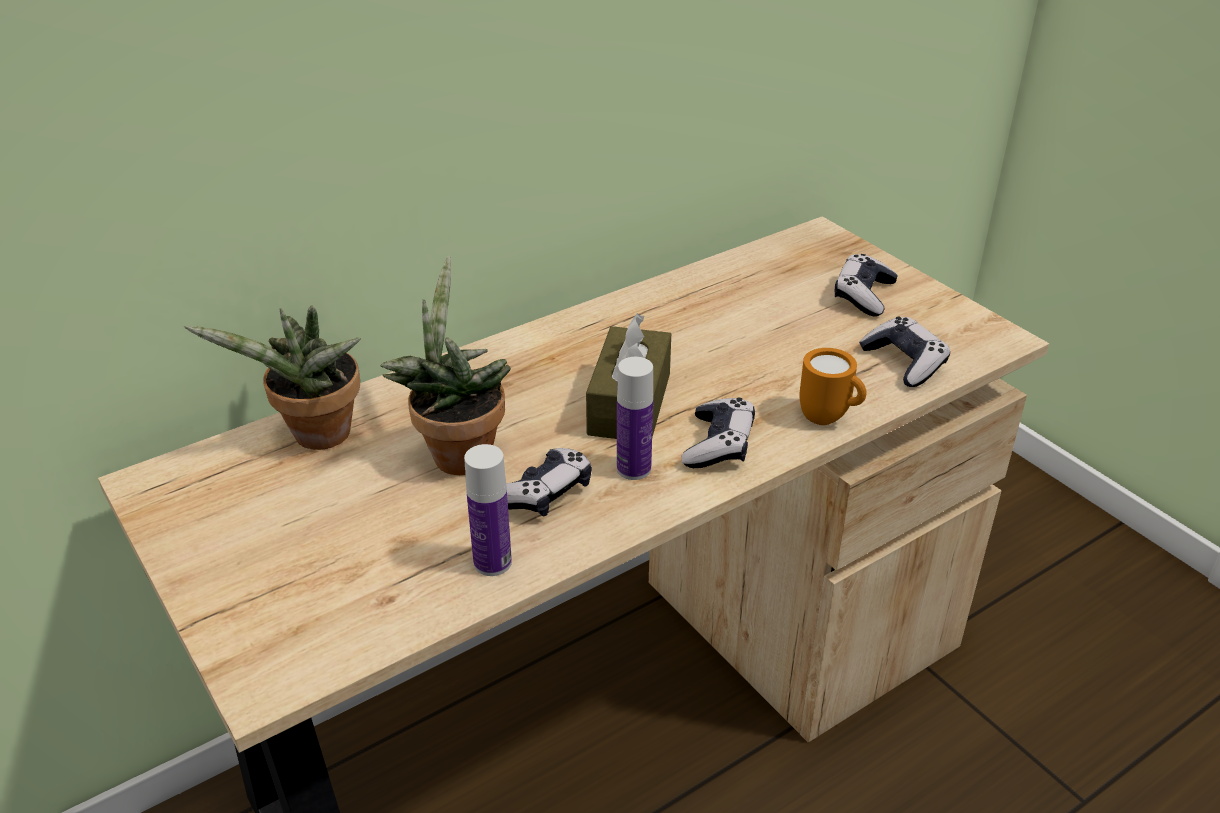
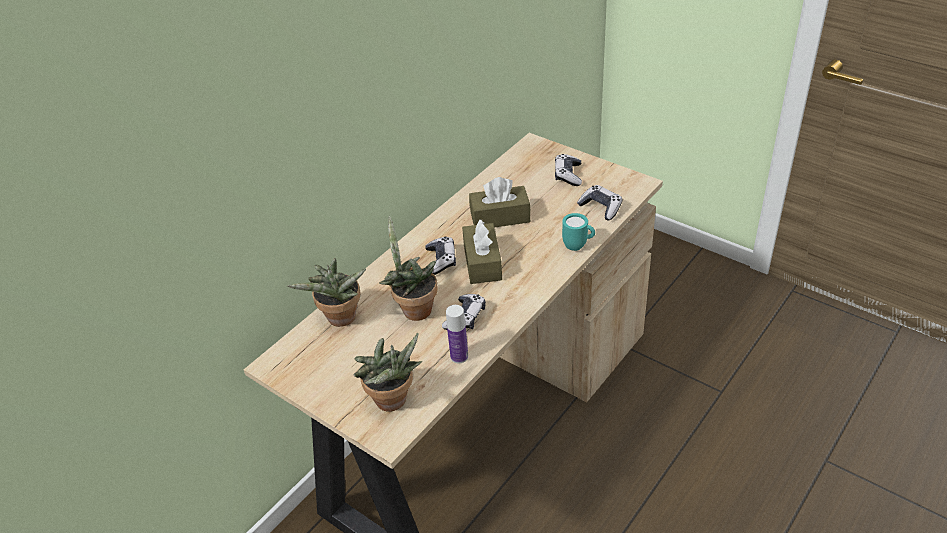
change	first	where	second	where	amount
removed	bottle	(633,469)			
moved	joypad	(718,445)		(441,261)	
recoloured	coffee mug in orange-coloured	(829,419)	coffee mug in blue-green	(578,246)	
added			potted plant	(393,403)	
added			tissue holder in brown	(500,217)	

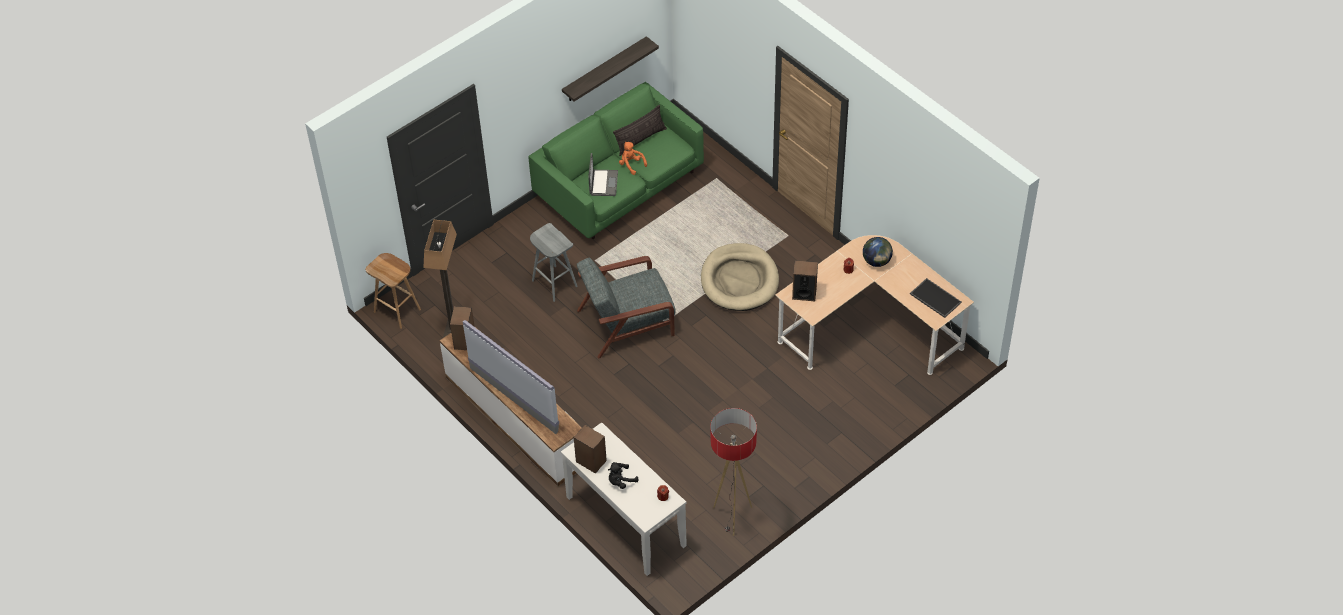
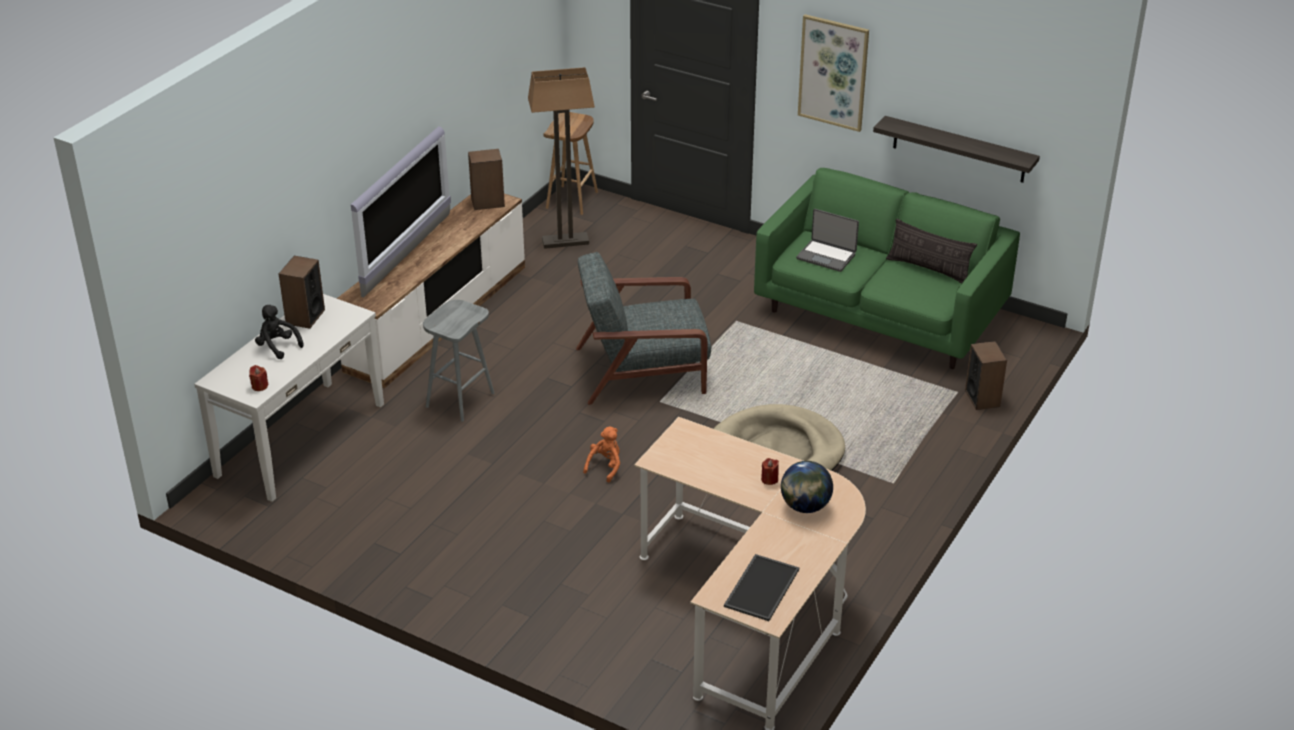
change	first	where	second	where	amount
moved	sitting stool in gray	(553,283)		(460,399)	
turned	armchair in gray	(627,322)		(643,370)	60 degrees counterclockwise
turned	laptop	(603,183)		(826,256)	45 degrees clockwise
moved	cuddly toy in orange-coloured	(631,164)		(605,467)	
removed	standing lamp	(732,517)			
moved	speaker	(804,293)		(982,398)	
added			wall picture	(833,72)	

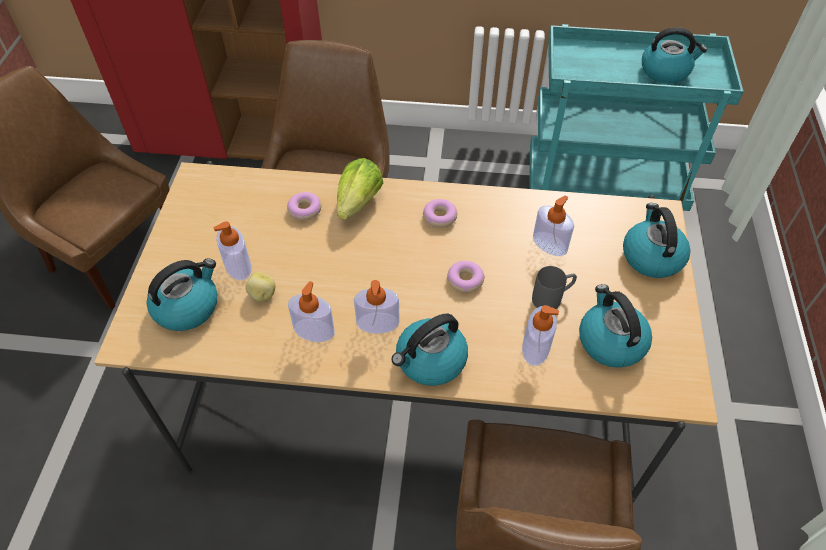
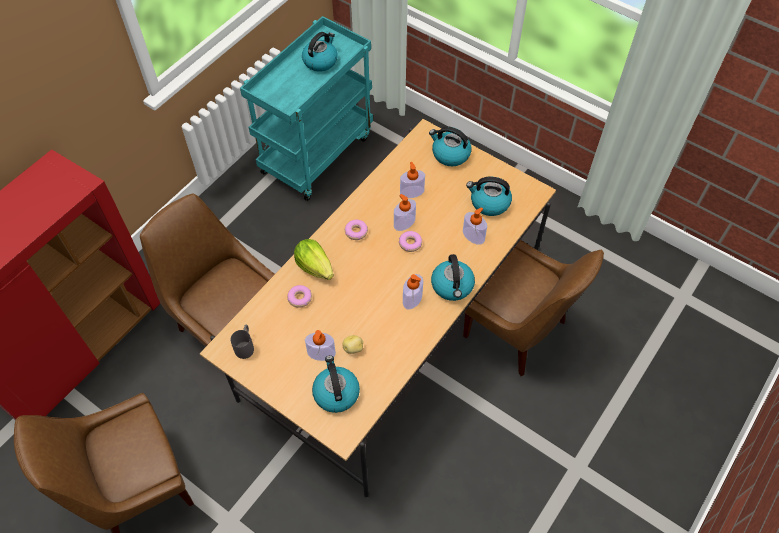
change	first	where	second	where	amount
moved	liquid soap bottle	(314,330)		(404,222)	
moved	coffee mug in gray	(552,298)		(245,346)	

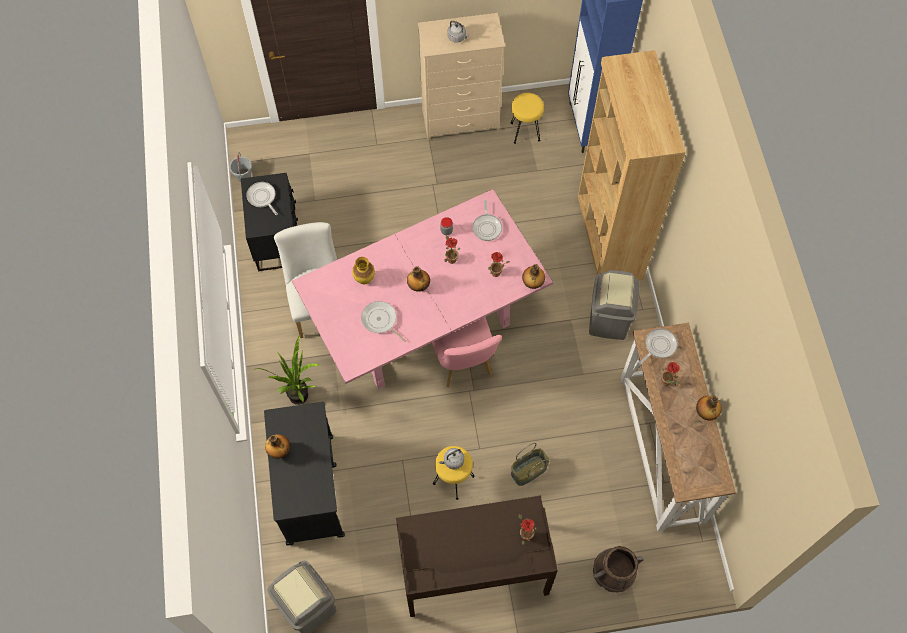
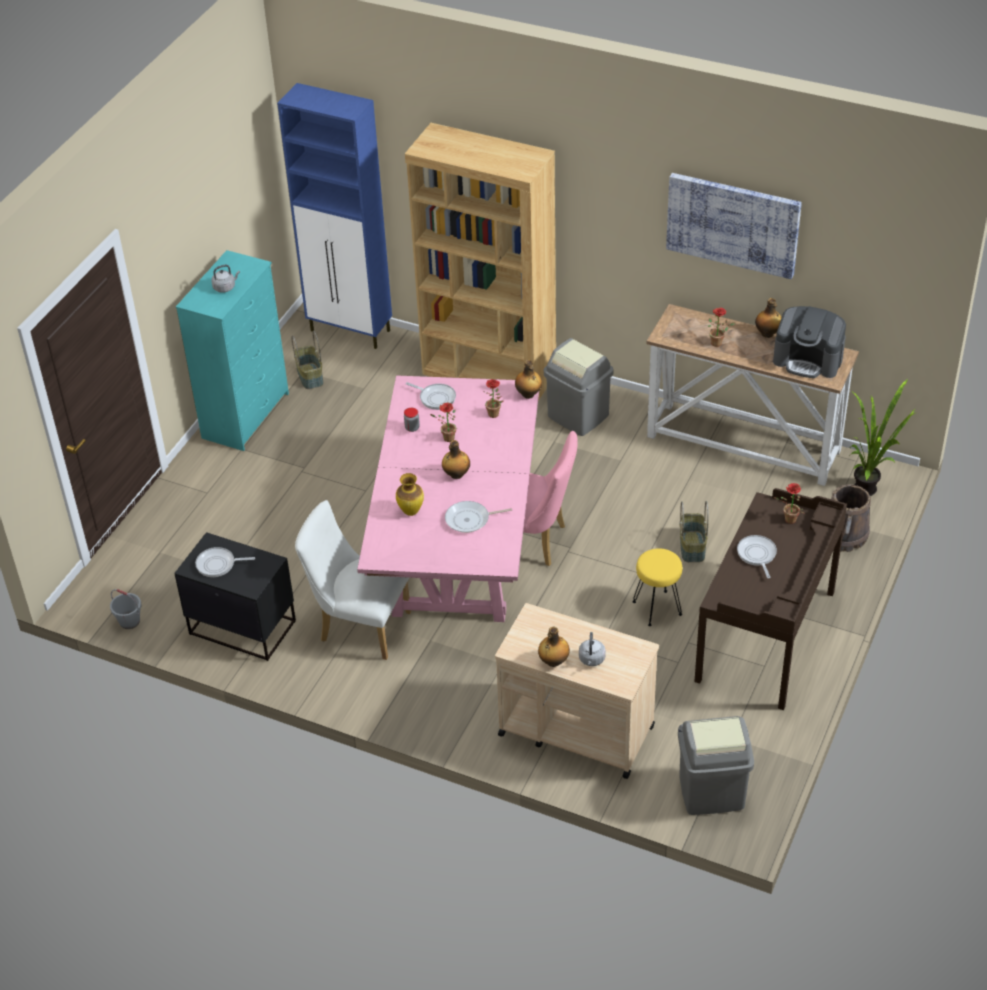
change	first	where	second	where	amount
moved	potted plant	(302,399)		(870,488)	
recoloured	wheeled cart in blackish	(310,488)	wheeled cart in beige	(575,730)	
recoloured	chest of drawers in beige	(461,120)	chest of drawers in blue-green	(247,415)	
moved	tea kettle in gray	(452,461)		(591,660)	
replaced	sitting stool in yellow-coloured	(525,132)	household basket	(310,376)	
moved	frying pan	(658,346)		(757,555)	
added			wall picture	(733,223)	
added			coffee brewer	(808,359)	

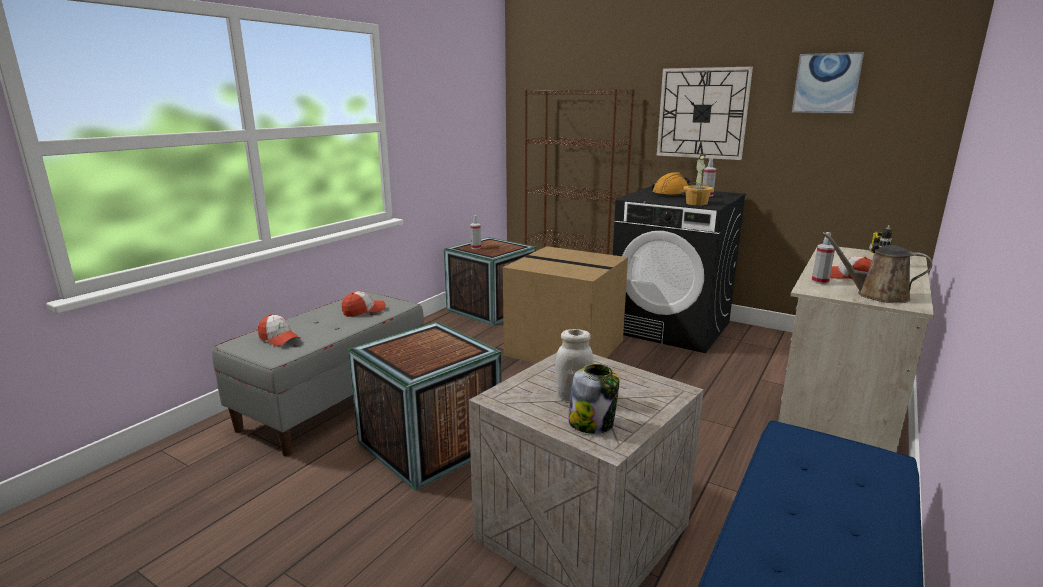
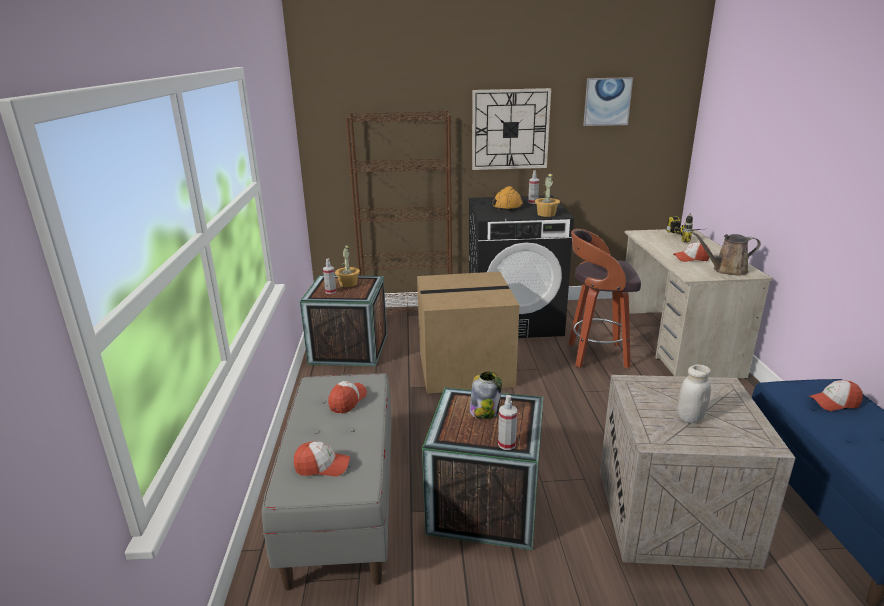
change	first	where	second	where	amount
moved	preserve jar	(592,423)		(484,411)	
moved	hand sprayer	(820,281)		(506,444)	
added			potted plant	(348,283)	
added			sitting stool	(595,356)	
added			baseball cap	(834,403)	

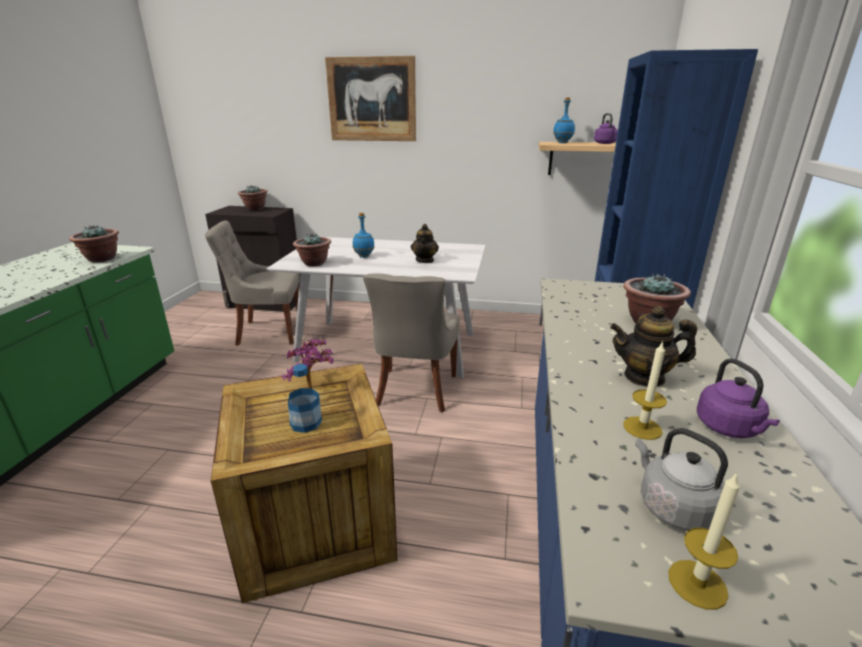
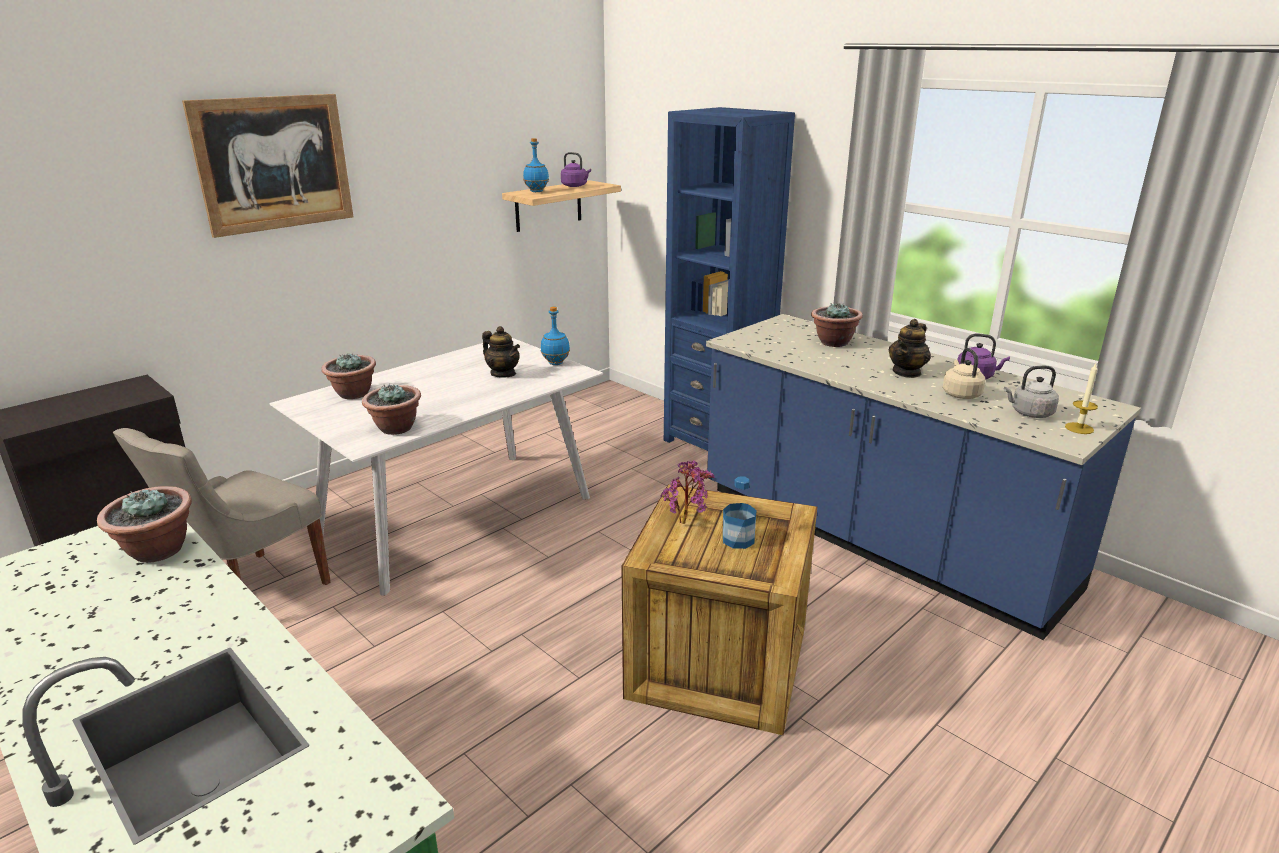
change	first	where	second	where	amount
moved	potted plant	(255,209)		(353,394)	
moved	bottle in blue-coloured	(364,256)		(555,363)	
removed	chair in gray	(415,391)			
replaced	wax light	(642,428)	tea kettle in beige	(960,394)	

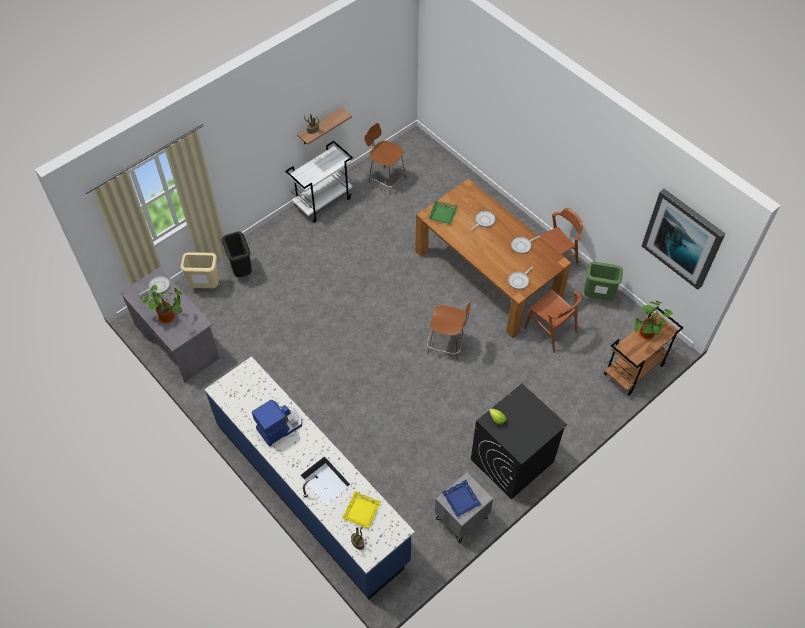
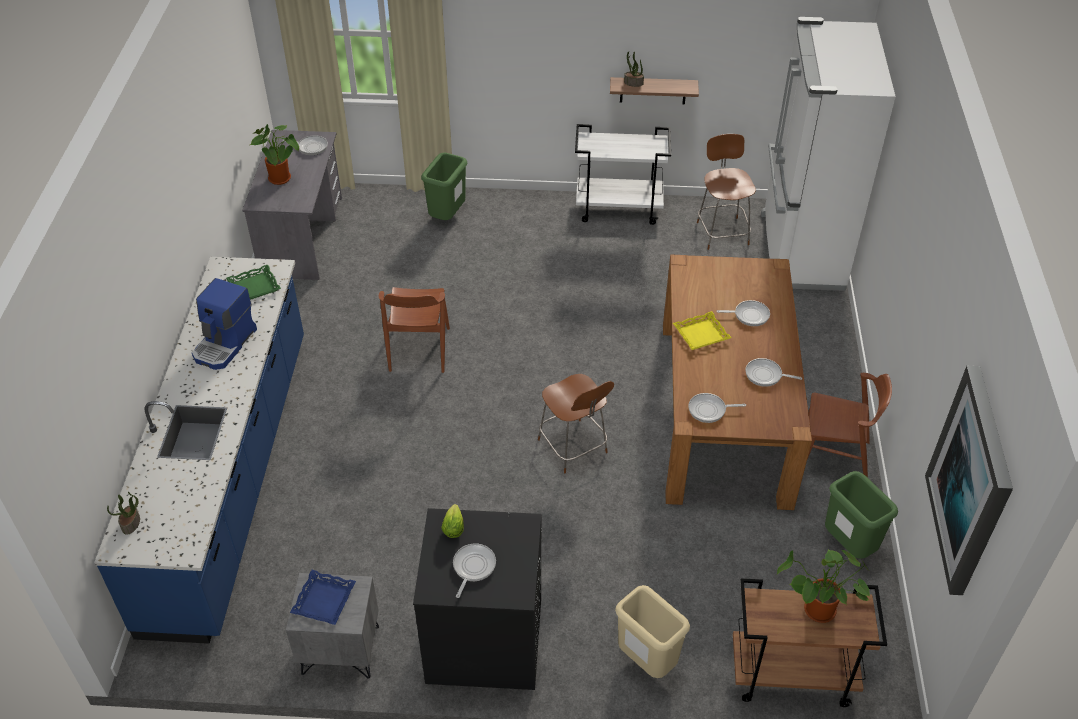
change	first	where	second	where	amount
moved	waste bin in beige	(205,287)		(645,661)	
recoloured	waste bin in blackish	(241,271)	waste bin in green	(447,216)	
turned	coffee brewer	(279,426)		(225,344)	105 degrees clockwise
moved	serving tray in yellow-coloured	(361,511)		(701,334)	
moved	serving tray in green	(442,214)		(254,287)	
moved	chair in brown	(550,330)		(419,349)	
added			frying pan	(473,567)	
added			refrigerator in whitish	(799,251)	

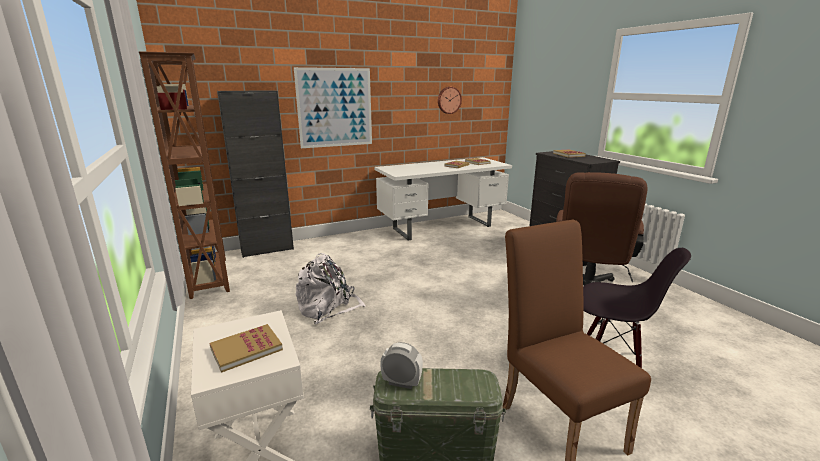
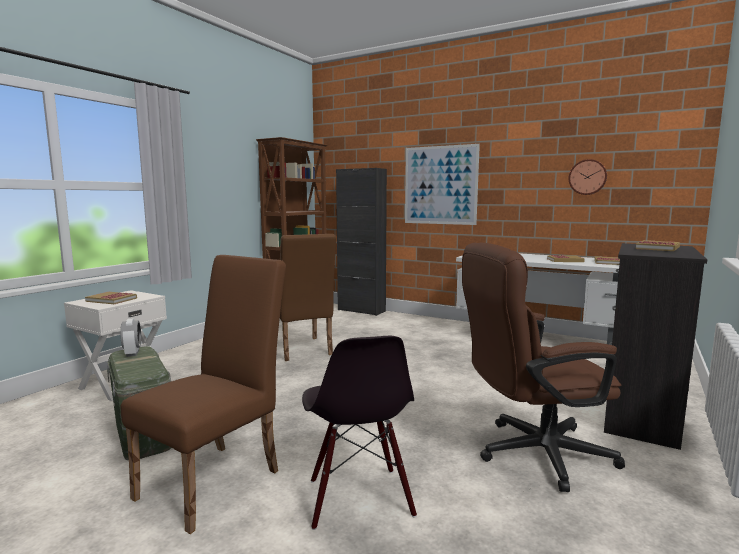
change	first	where	second	where	amount
replaced	backpack in whitish	(328,308)	chair in brown	(302,350)	

